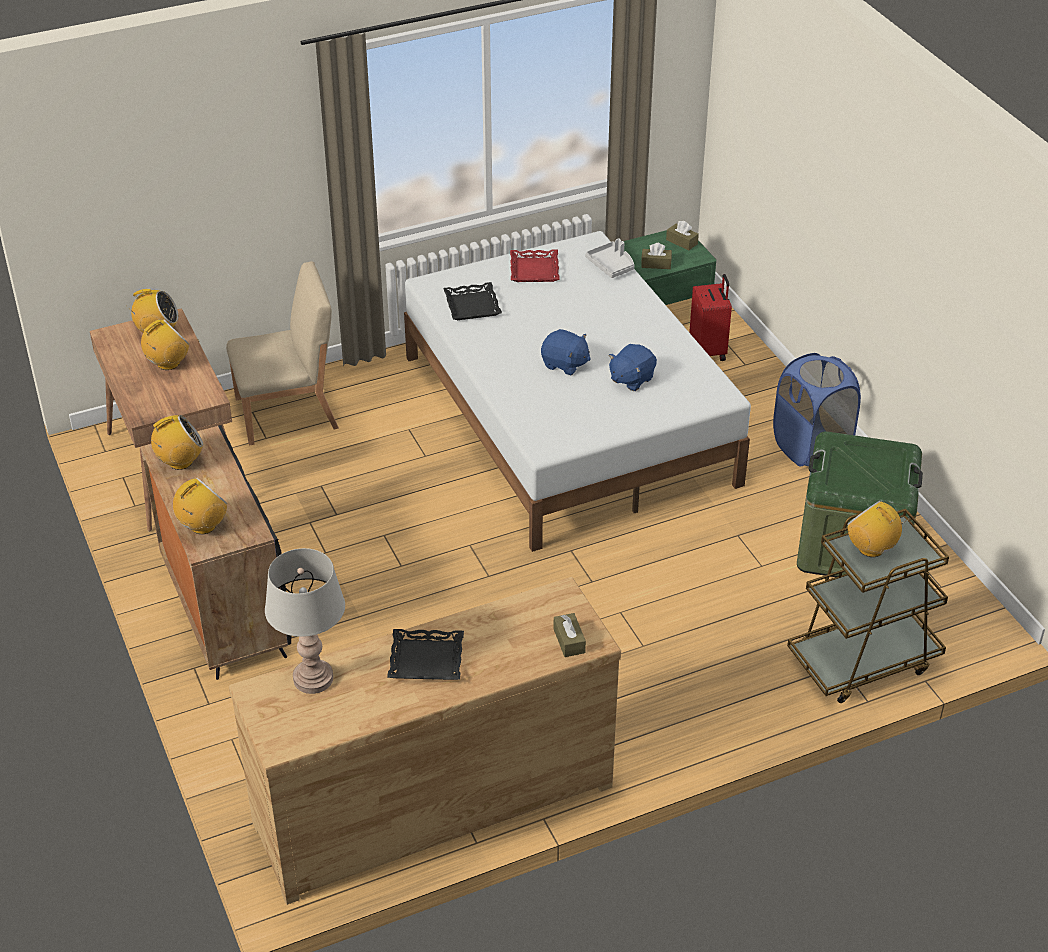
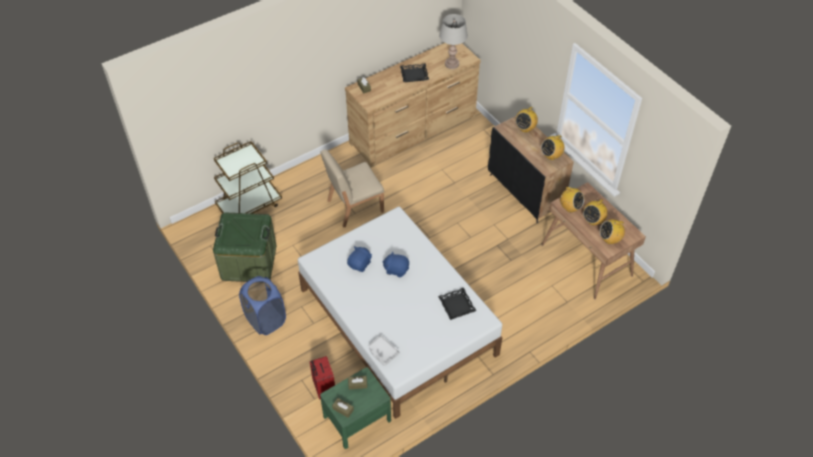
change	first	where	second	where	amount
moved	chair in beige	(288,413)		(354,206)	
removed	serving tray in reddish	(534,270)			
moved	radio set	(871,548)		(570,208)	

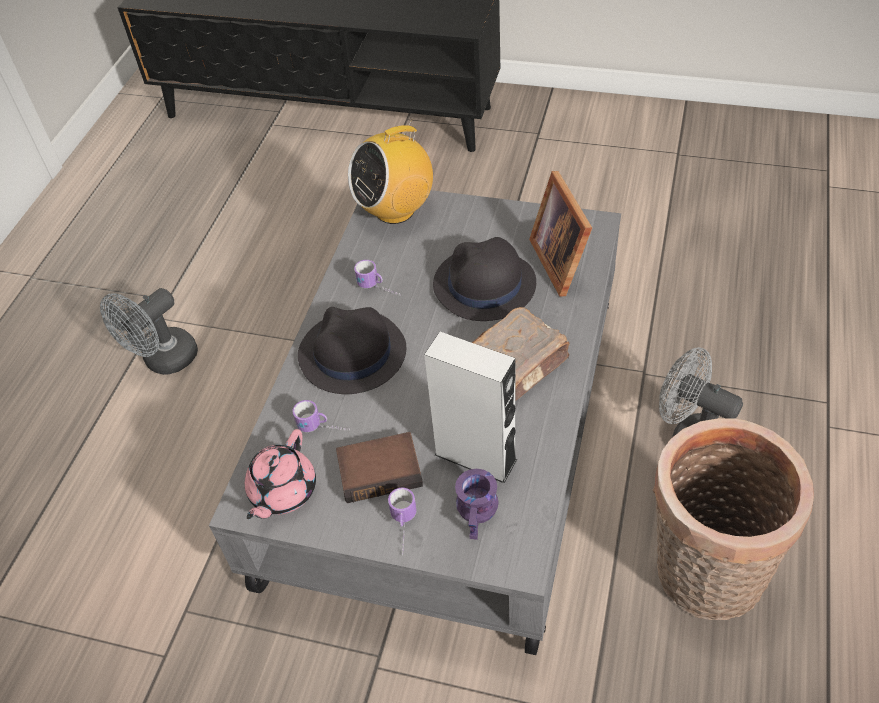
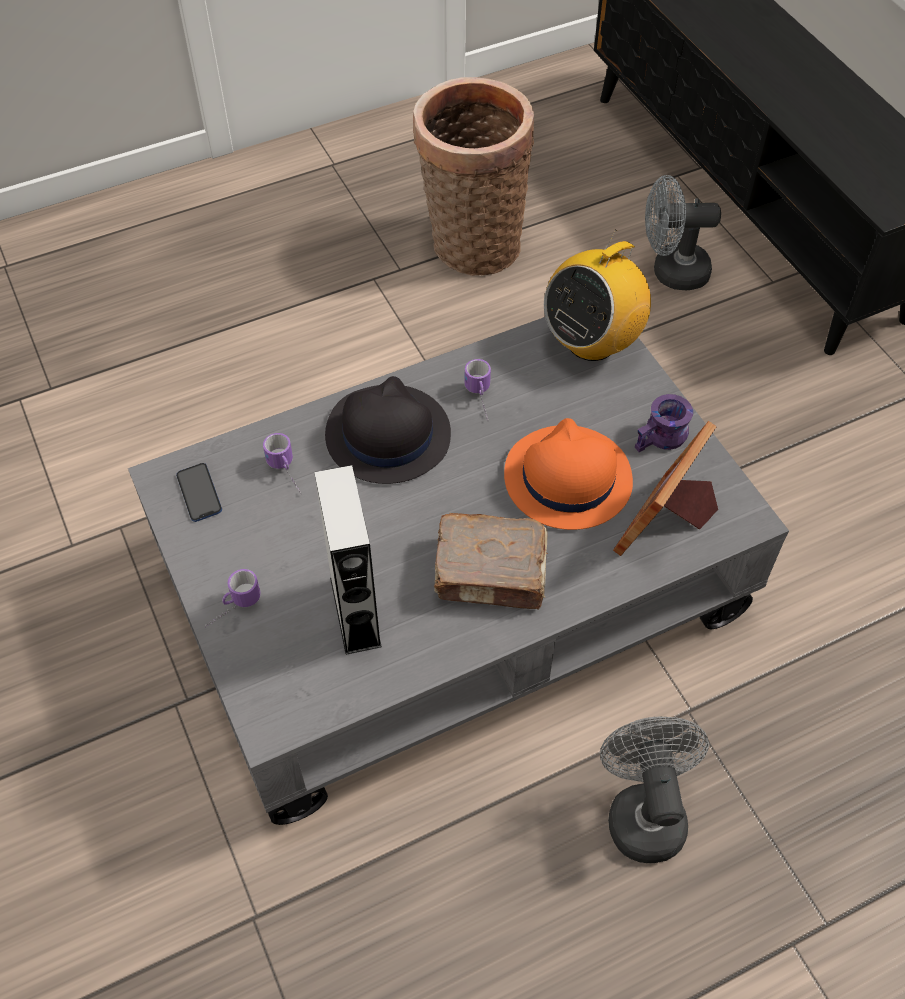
change	first	where	second	where	amount
moved	cooling fan in gray	(164,361)		(671,272)	
replaced	teapot in pink	(282,491)	telephone	(199,493)	
removed	book	(381,470)			
turned	radio set	(395,210)		(592,342)	60 degrees counterclockwise
recoloured	clothing hat in blackish	(484,285)	clothing hat in orange-coloured	(566,478)	
moved	coffee mug in purple-coloured	(479,512)		(662,439)	
moved	household basket	(703,577)		(470,244)	

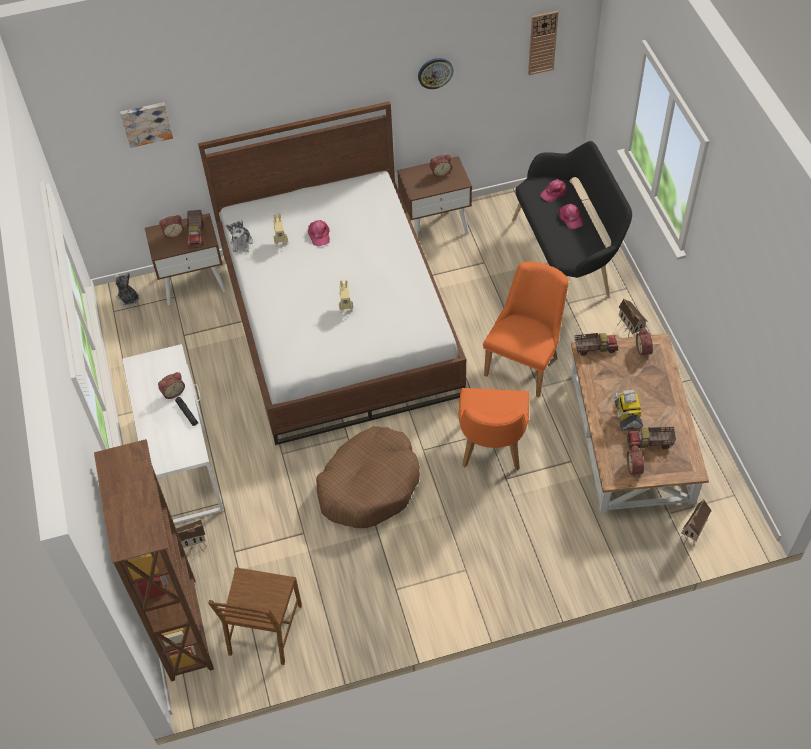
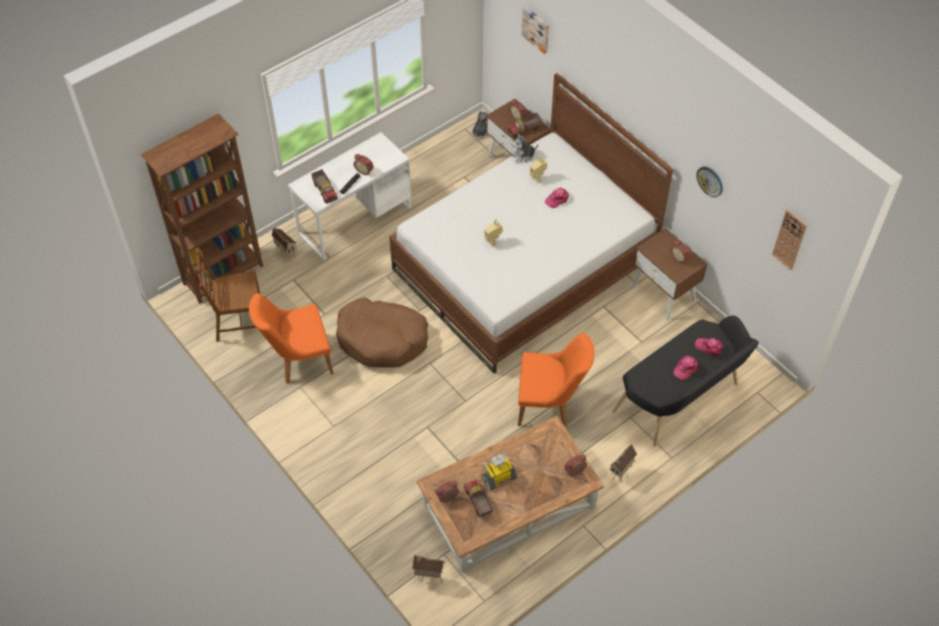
change	first	where	second	where	amount
moved	chair in orange-coloured	(491,451)		(297,360)	
moved	toy truck	(594,348)		(325,191)	

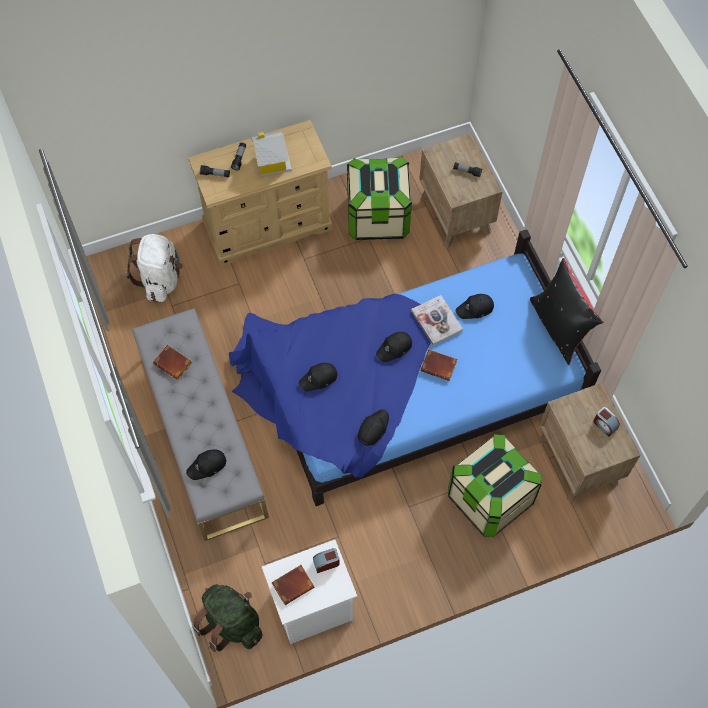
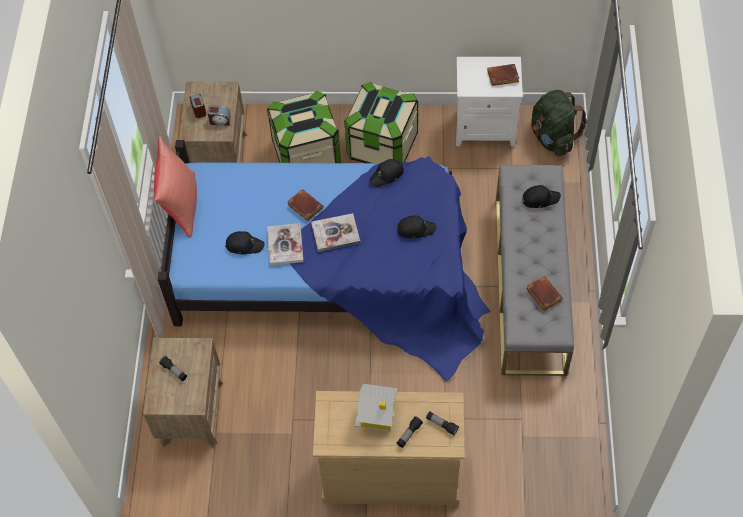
change	first	where	second	where	amount
removed	backpack in whitish	(160,279)			
moved	alarm clock	(326,563)		(220,120)	
moved	storage container	(378,216)		(382,146)	
replaced	baseball cap in blackish	(394,348)	book	(335,233)	
recoloured	throw pillow in blackish	(559,327)	throw pillow in reddish	(181,205)	

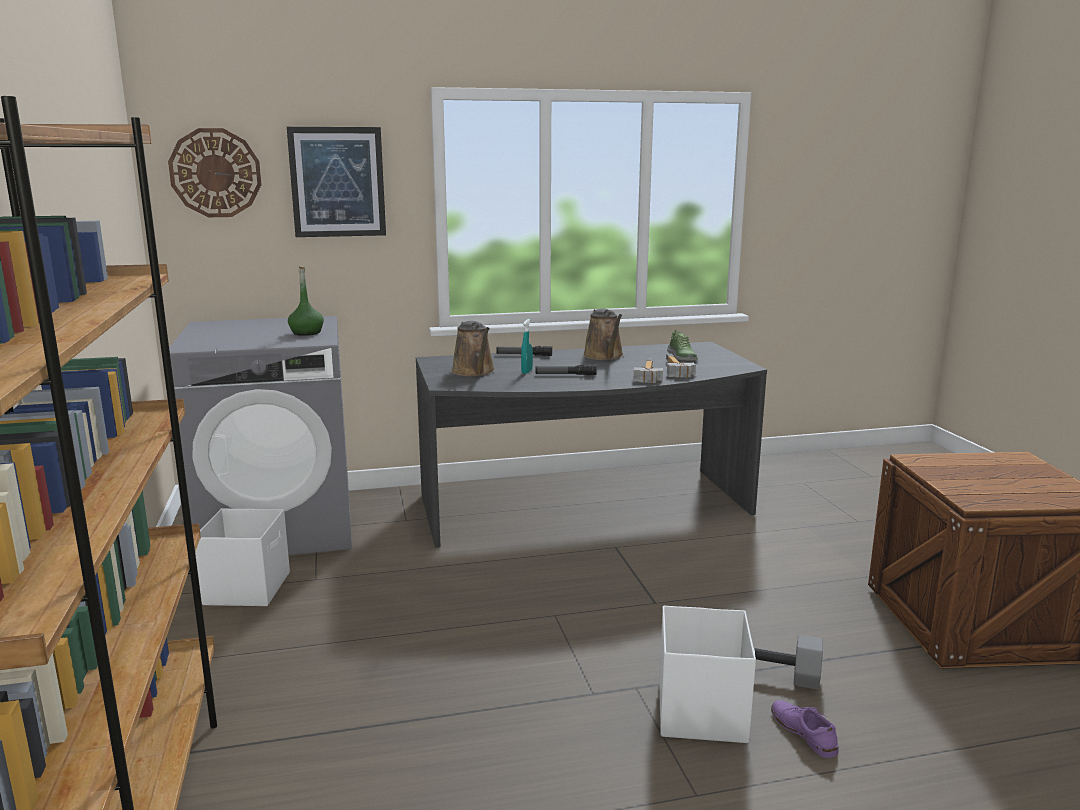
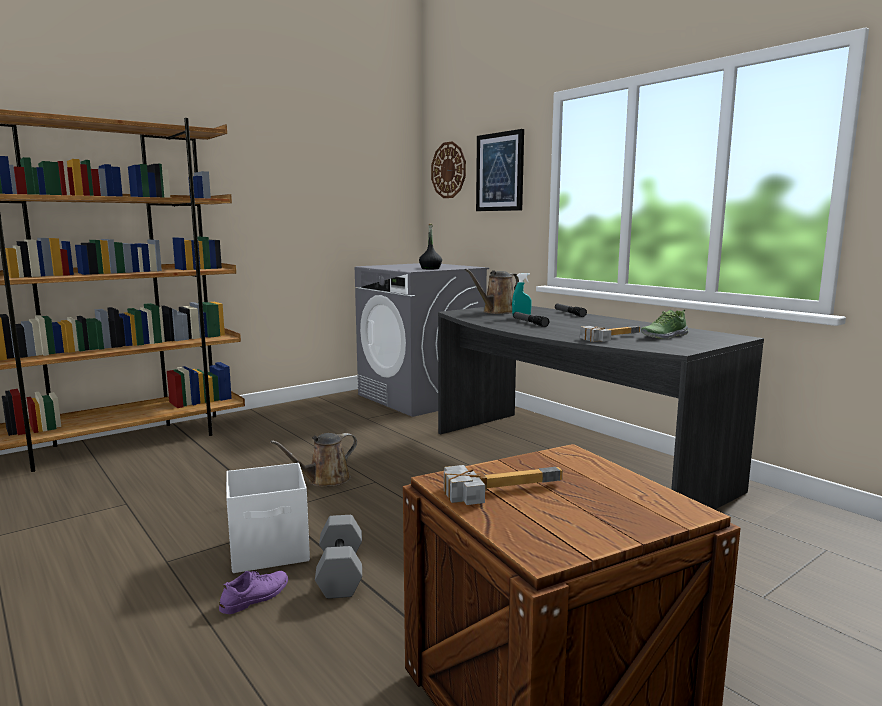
change	first	where	second	where	amount
removed	storage container in whitish	(248,588)			
recoloured	bottle in green	(307,333)	bottle in blackish	(430,268)	
moved	watering can in brown	(604,356)		(325,480)	
moved	tool hammer	(644,374)		(497,487)	

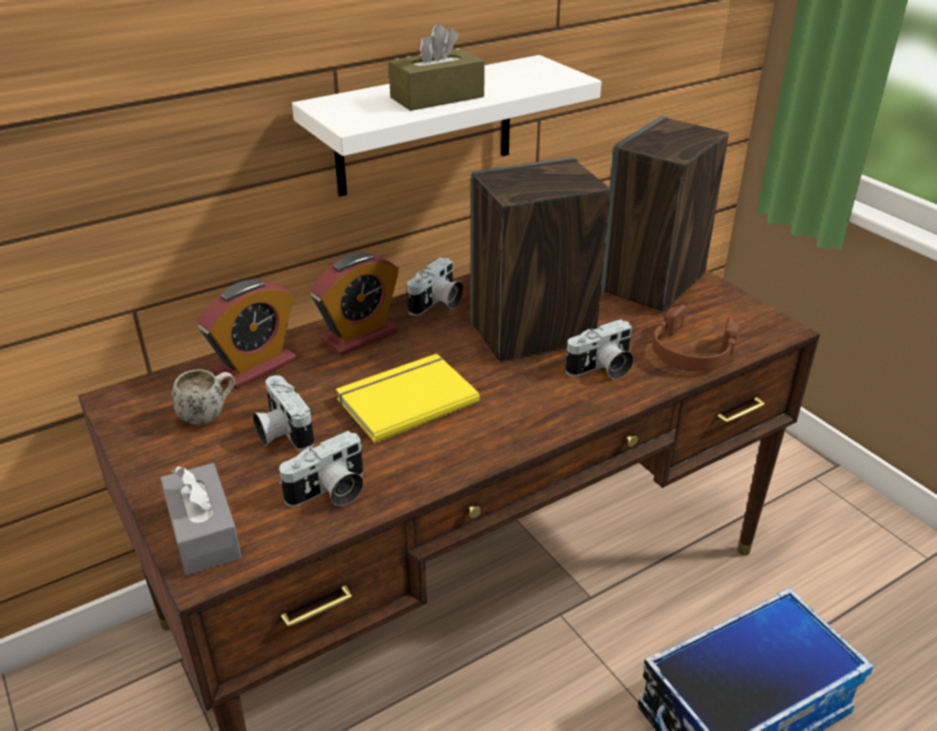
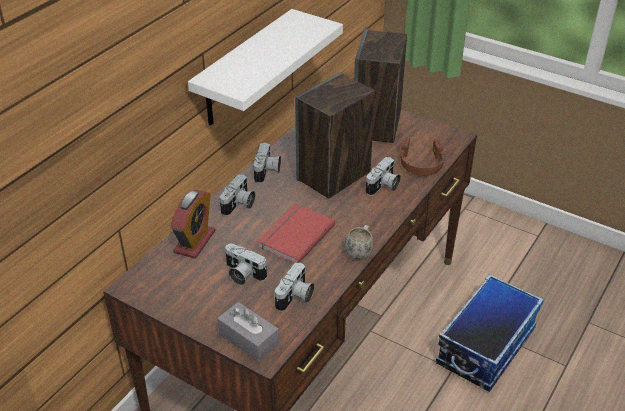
change	first	where	second	where	amount
moved	coffee mug in whitish	(209,414)		(359,251)	
replaced	alarm clock	(360,336)	photo camera	(239,205)	
recoloured	book in yellow-coloured	(405,399)	book in reddish	(294,235)	
removed	tissue holder in brown	(437,97)			

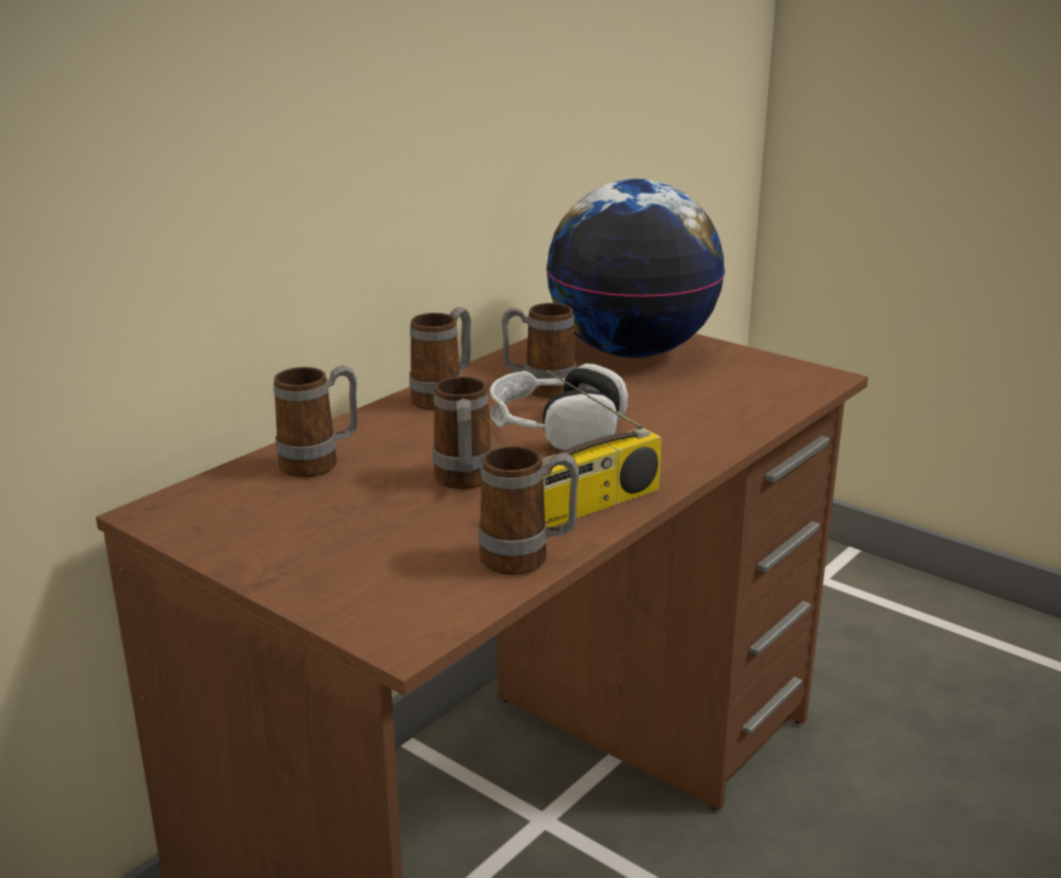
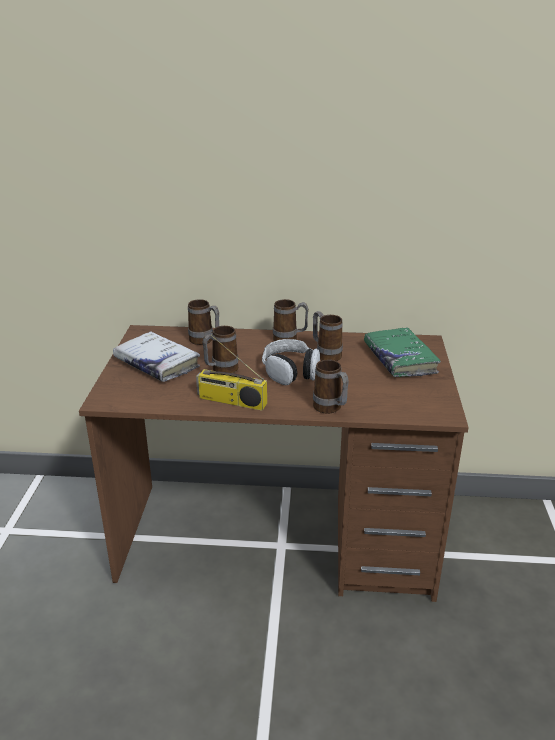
change	first	where	second	where	amount
moved	coffee mug	(528,559)		(330,409)	
replaced	world globe	(632,351)	book in green	(399,359)	
added			book in whitish	(157,364)	

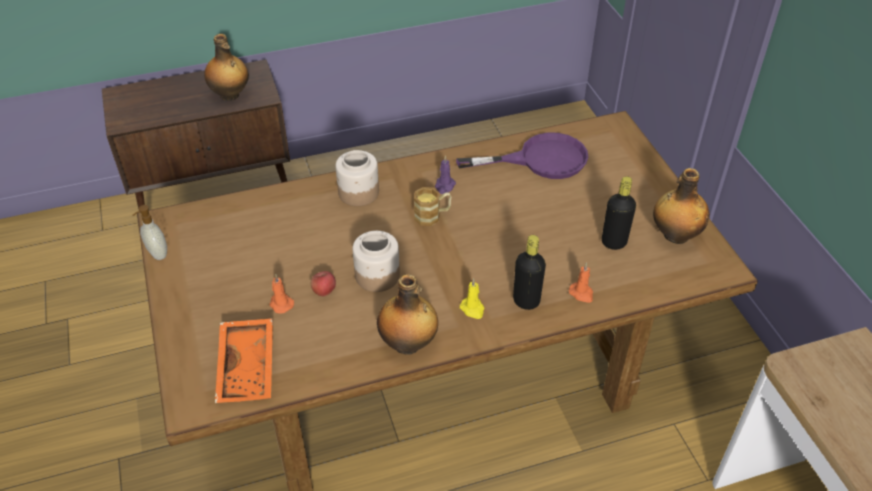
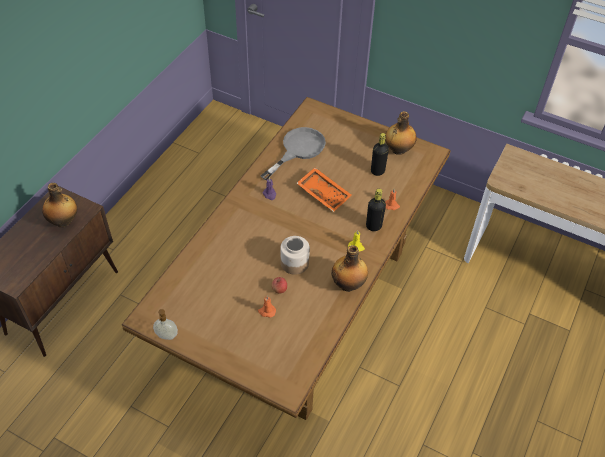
change	first	where	second	where	amount
moved	serving tray in orange-coloured	(249,367)		(324,193)	
removed	preserve jar	(358,193)			
removed	coffee mug	(432,216)			
recoloured	frying pan in purple-coloured	(540,160)	frying pan in gray	(298,149)	

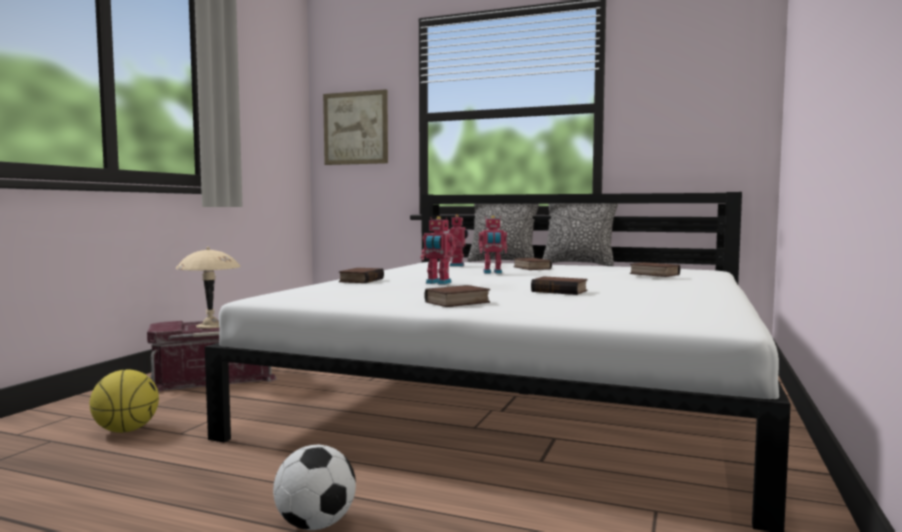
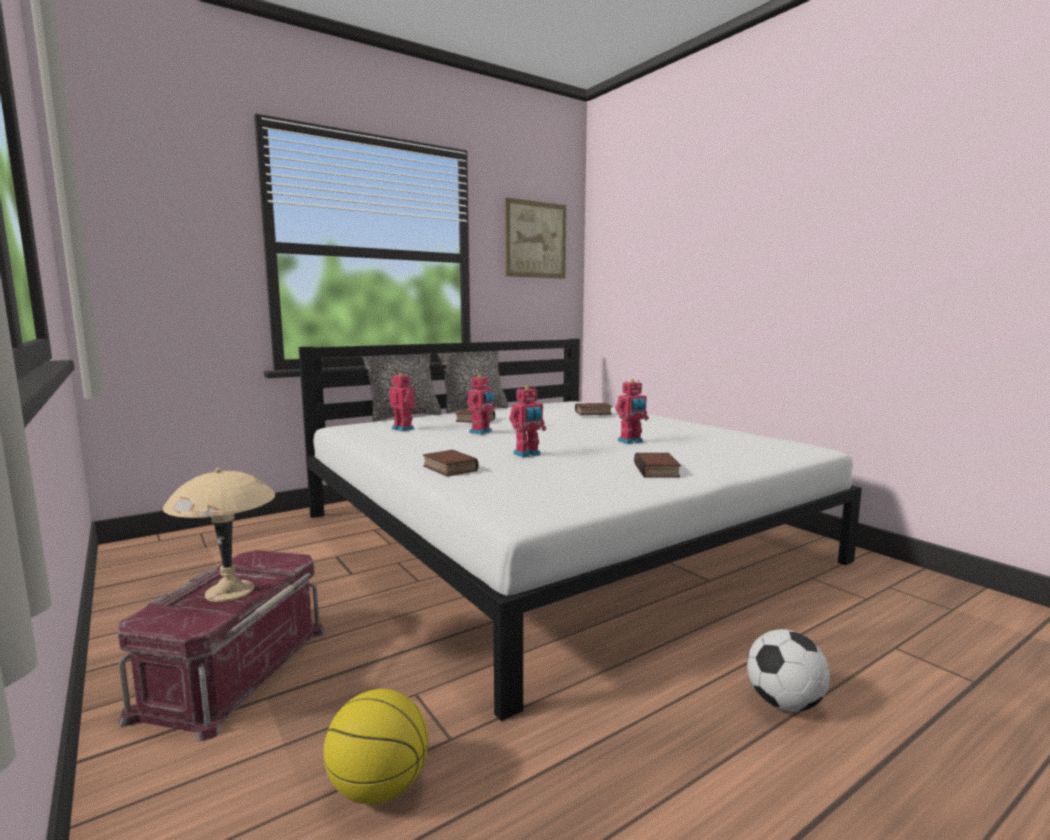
change	first	where	second	where	amount
moved	wall picture	(355,128)		(535,240)	
replaced	book	(560,291)	toy robot	(631,442)	

